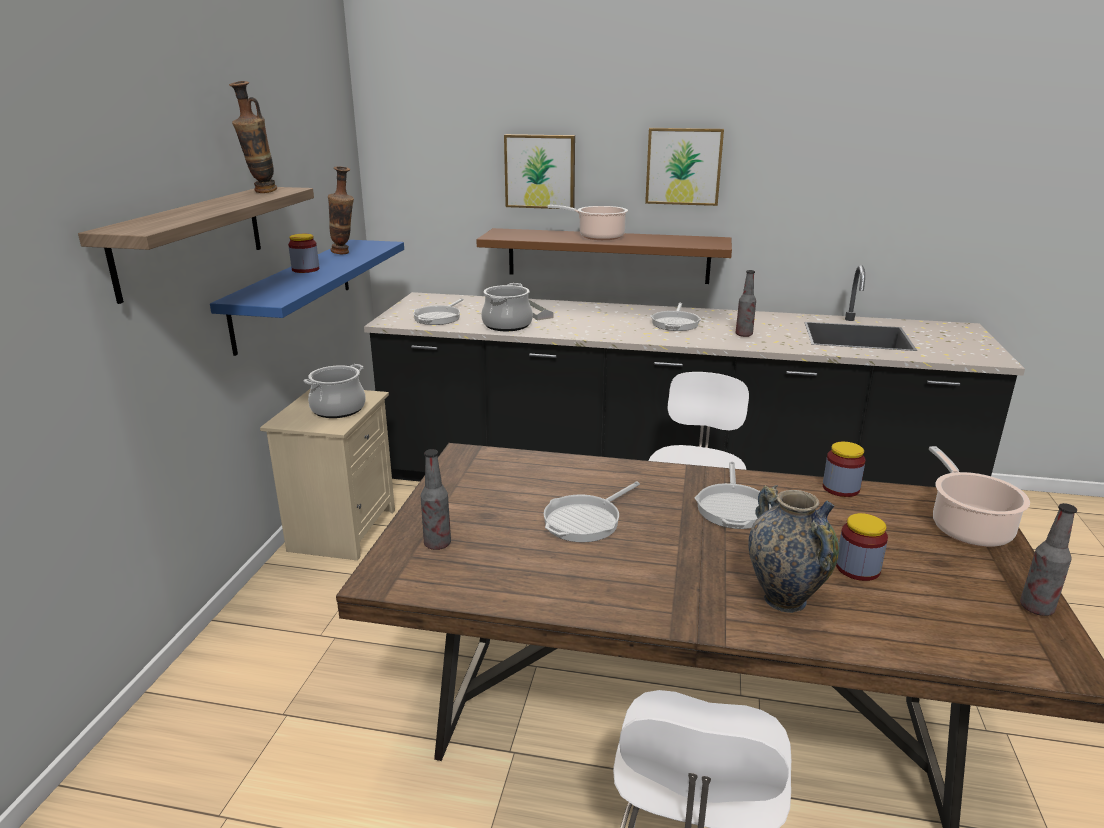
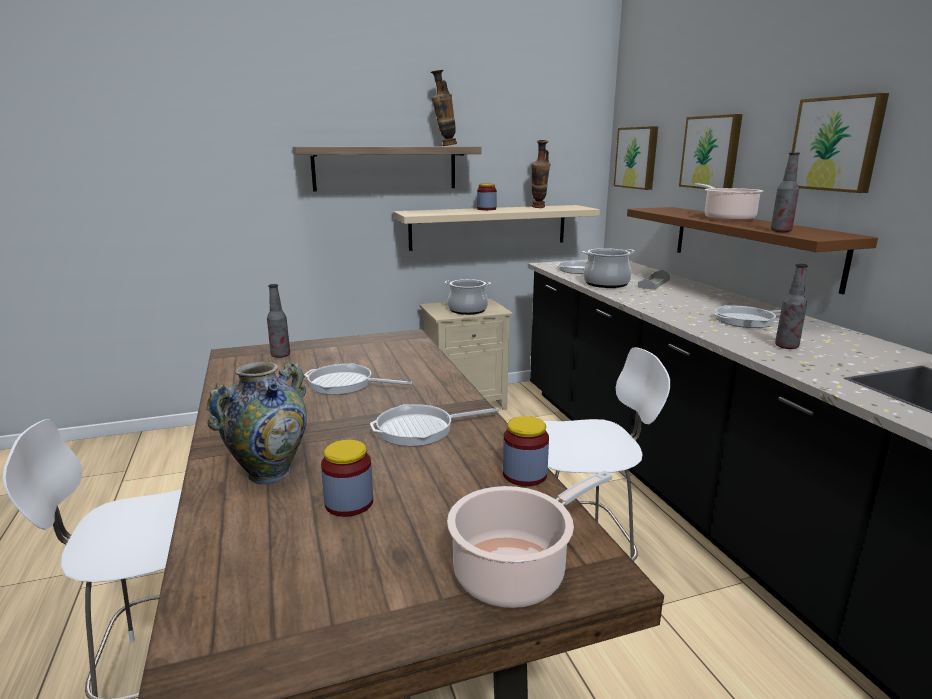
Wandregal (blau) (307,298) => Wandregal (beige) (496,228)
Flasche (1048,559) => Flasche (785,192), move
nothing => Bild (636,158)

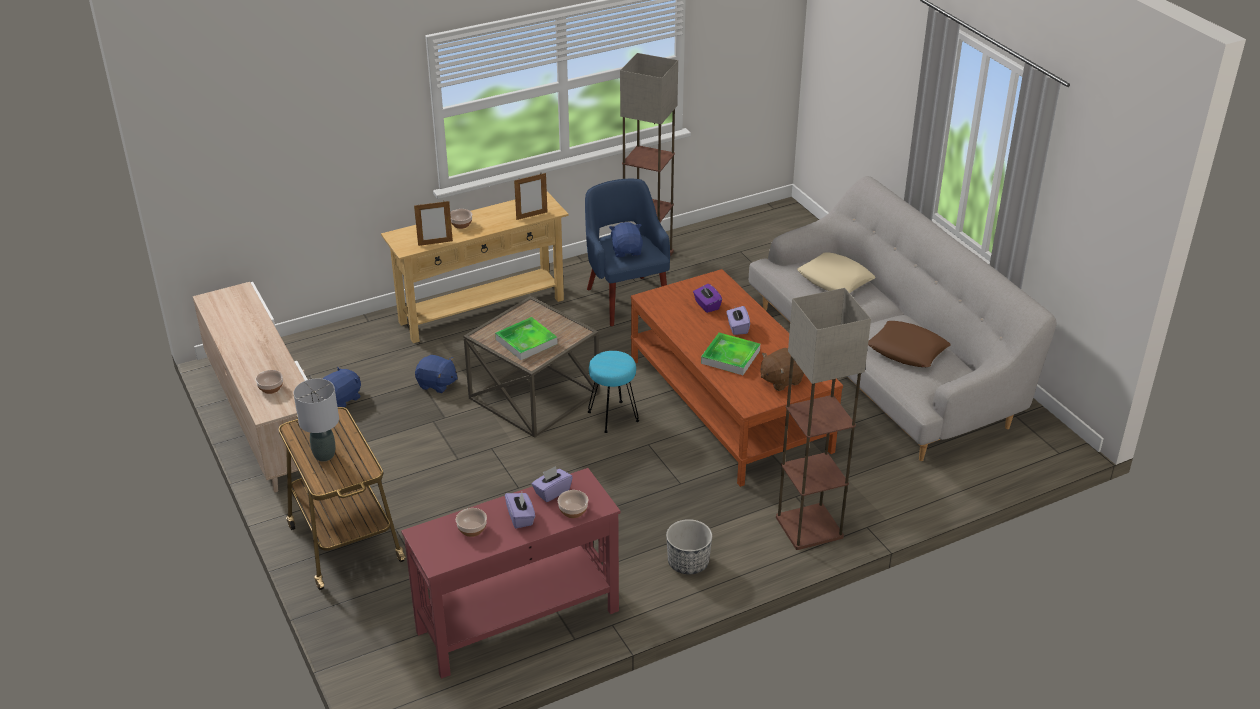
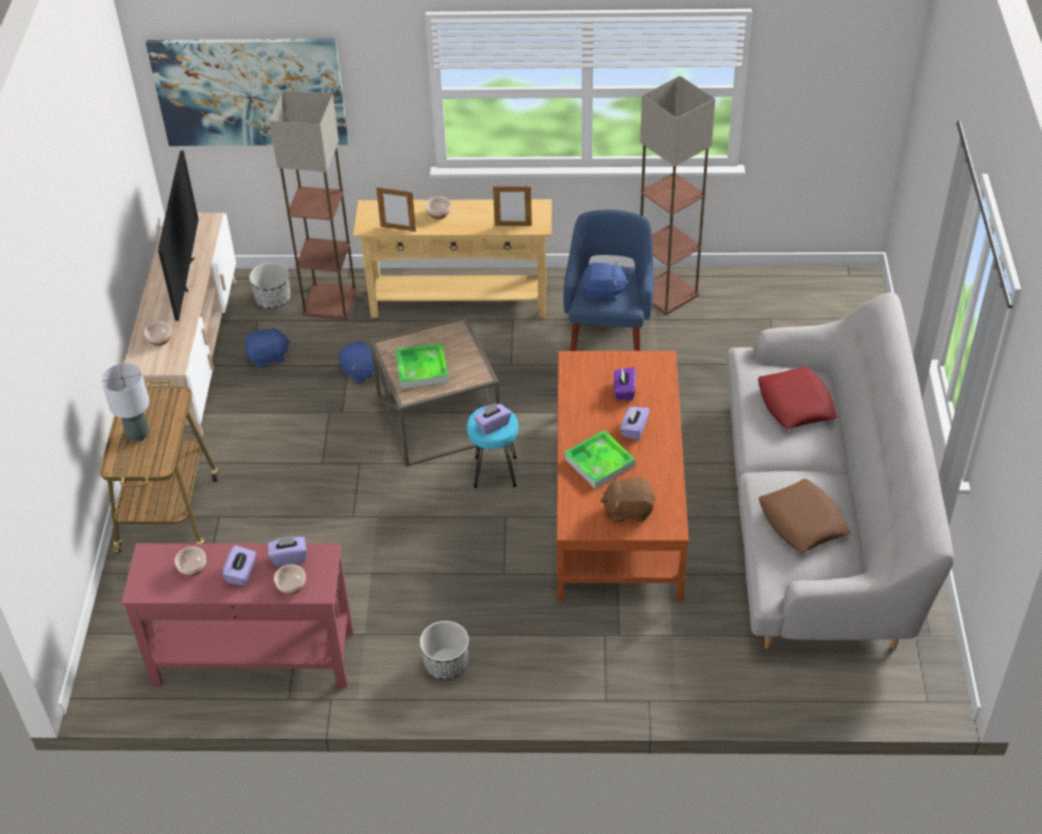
Plüschtier (blau) (626,239) => Plüschtier (blau) (605,281), 75 degrees clockwise
Stehlampe (823,419) => Stehlampe (313,205), move
Kissen (beige) (836,272) => Kissen (rot) (797,398)
nothing => Bild (247,92)
nothing => Fernseher (178,235)
nothing => Pflanzkübel (270,285)
nothing => Taschentuchbox (lila) (492,419)

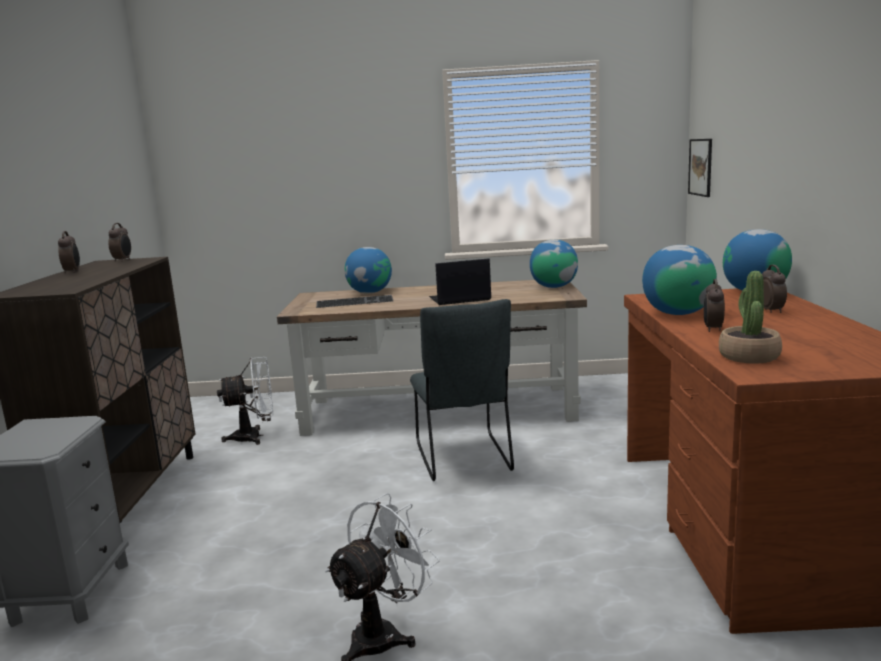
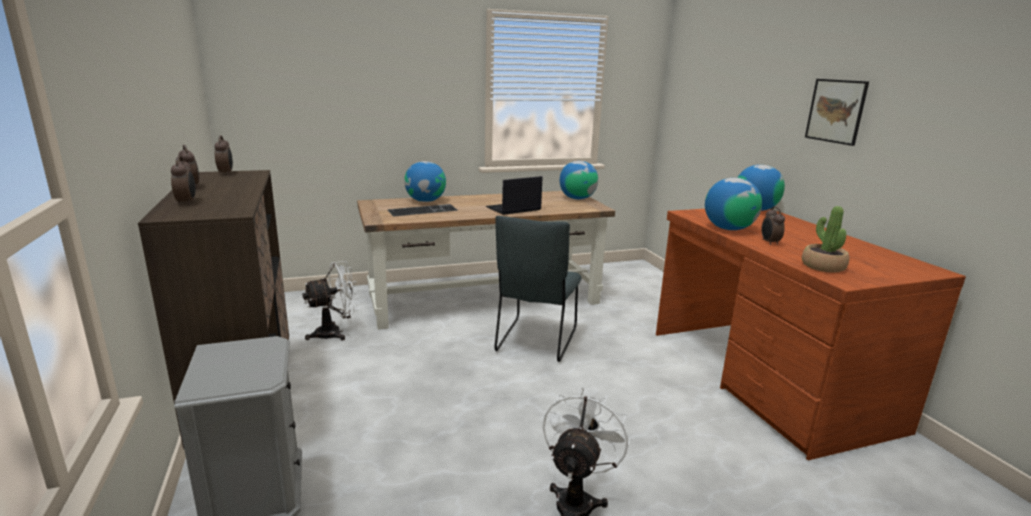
Stuhl (grau) (462,390) => Stuhl (grau) (538,289), 45 degrees clockwise
Bild (700,168) => Bild (837,112), move
Wecker (774,289) => Wecker (183,180), move

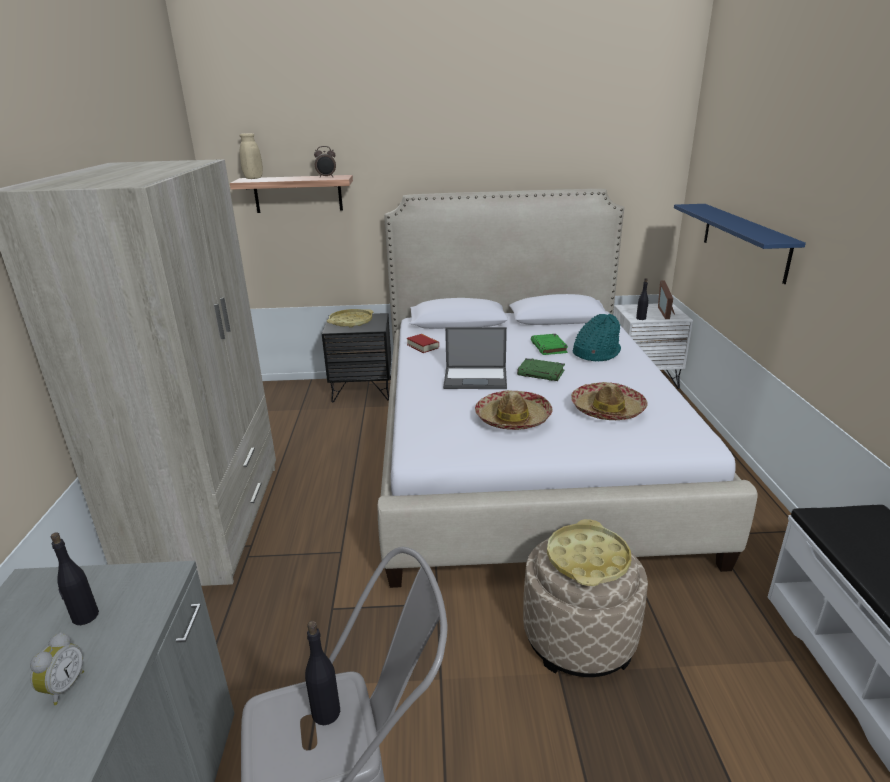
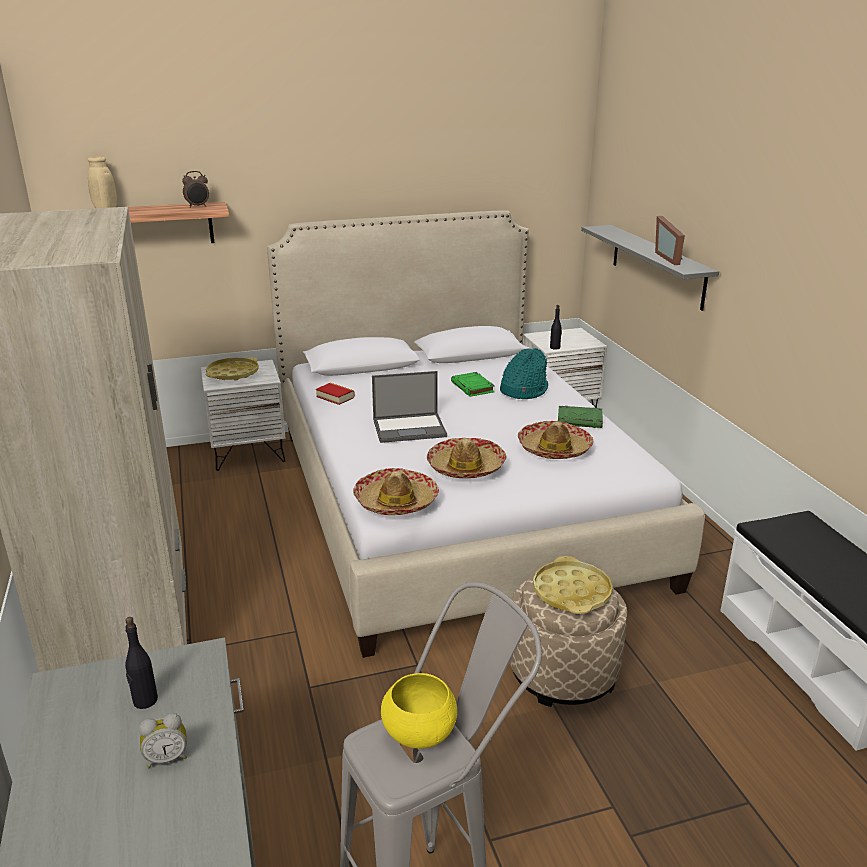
Wecker (57,668) => Wecker (163,740), 75 degrees clockwise
Flasche (schwarz) (322,673) => Schüssel (gelb) (419,711)
Nachttisch (schwarz) (356,358) => Nachttisch (weiß) (242,415)
Buch (grün) (541,369) => Buch (grün) (580,417), move
Bilderrahmen (666,299) => Bilderrahmen (670,240), move
Wandregal (blau) (740,244) => Wandregal (grau) (650,268)
nothing => Hut (396,491)

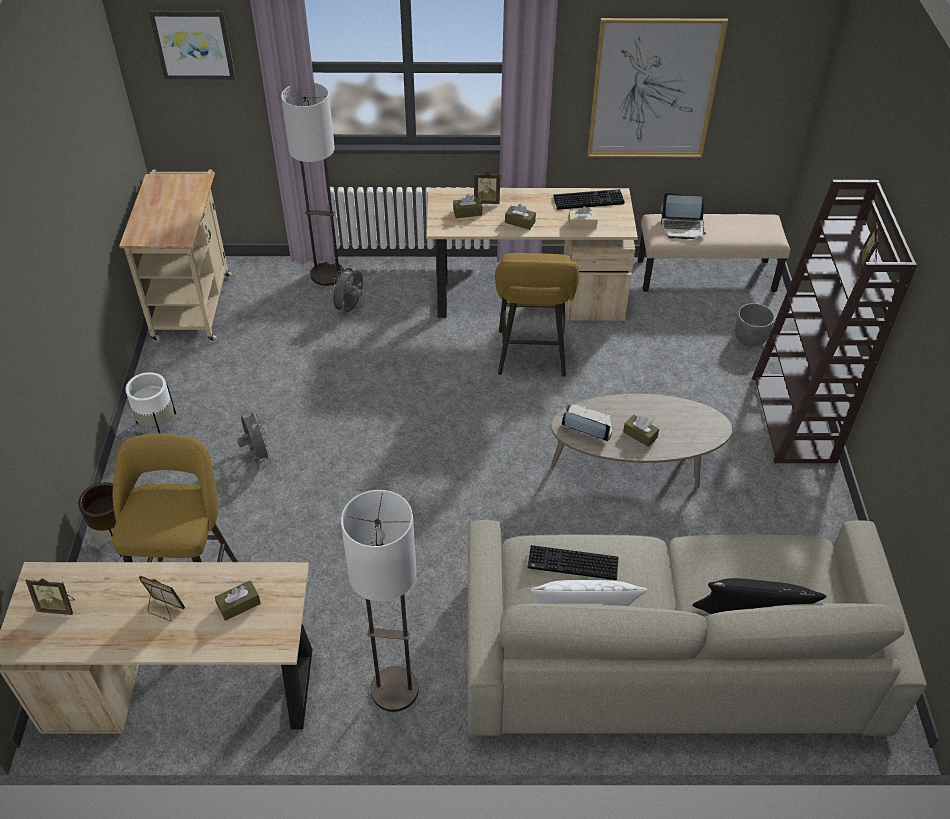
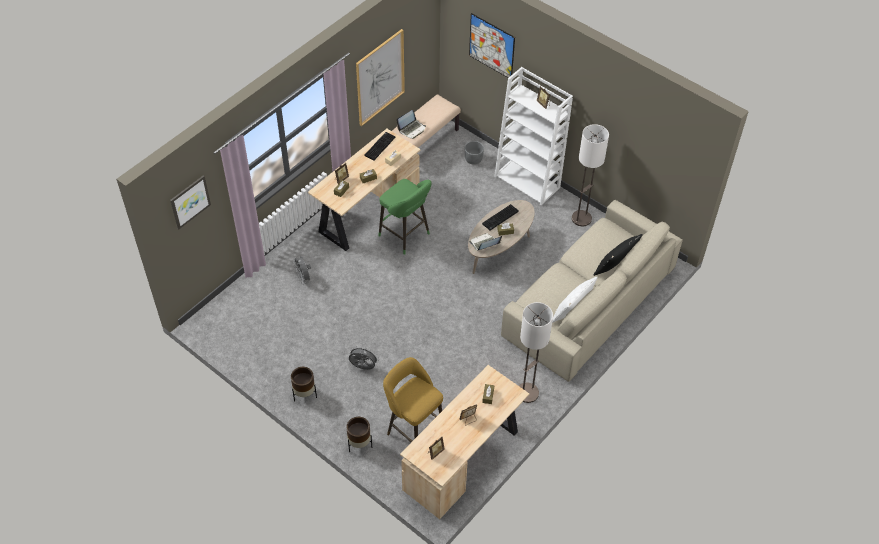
Rollwagen (beige) (175,255) => nothing
Pflanzkübel (weiß) (150,403) => Pflanzkübel (braun) (304,384)
Stehlampe (312,184) => Stehlampe (590,175), move
Hocker (gelb) (537,315) => Hocker (grün) (405,217)
Tastatur (573,562) => Tastatur (500,217), move
Bücherregal (braun) (834,321) => Bücherregal (weiß) (533,136)
nothing => Bild (492,45)

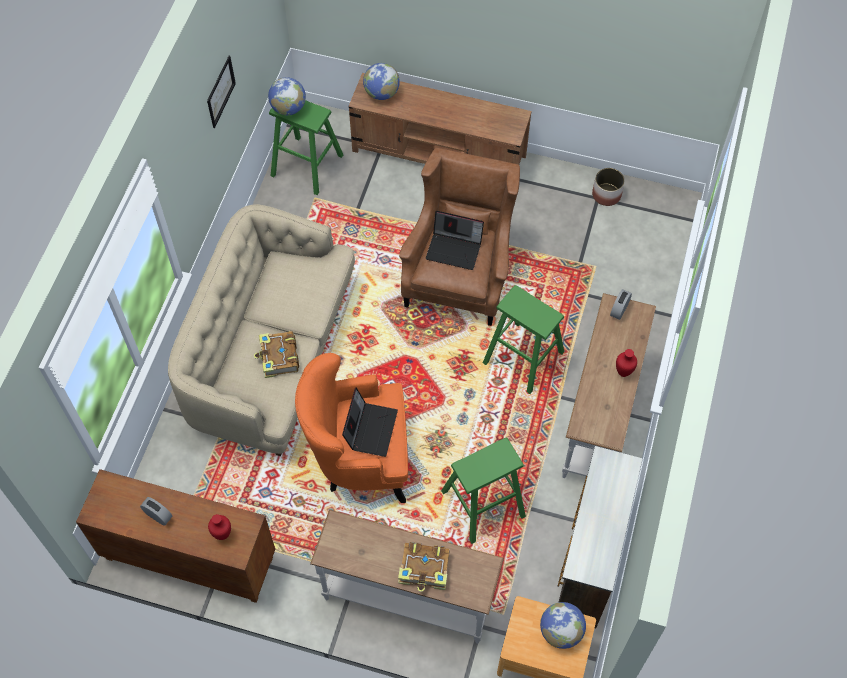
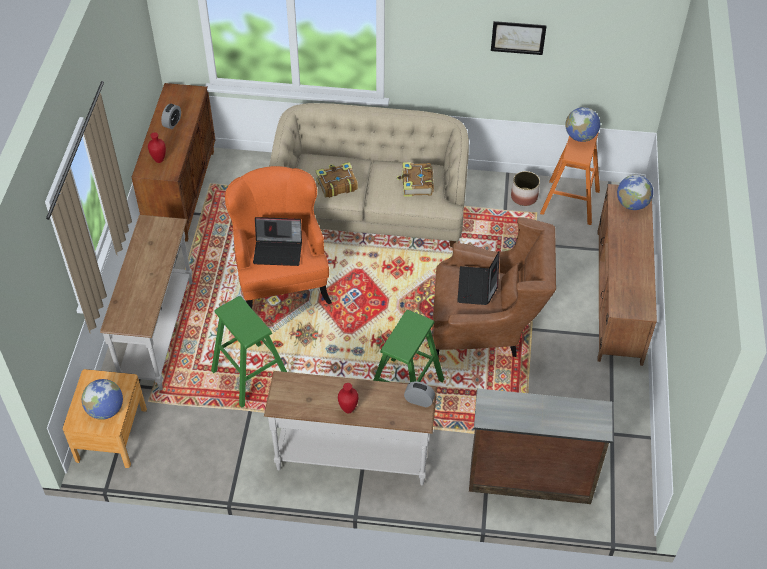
Hocker (grün) (306,147) => Hocker (orange) (570,178)
Buch (424,567) => Buch (415,179), move
Kommode (braun) (600,537) => Kommode (braun) (541,446), move
Pflanzkübel (608,187) => Pflanzkübel (525,188), move

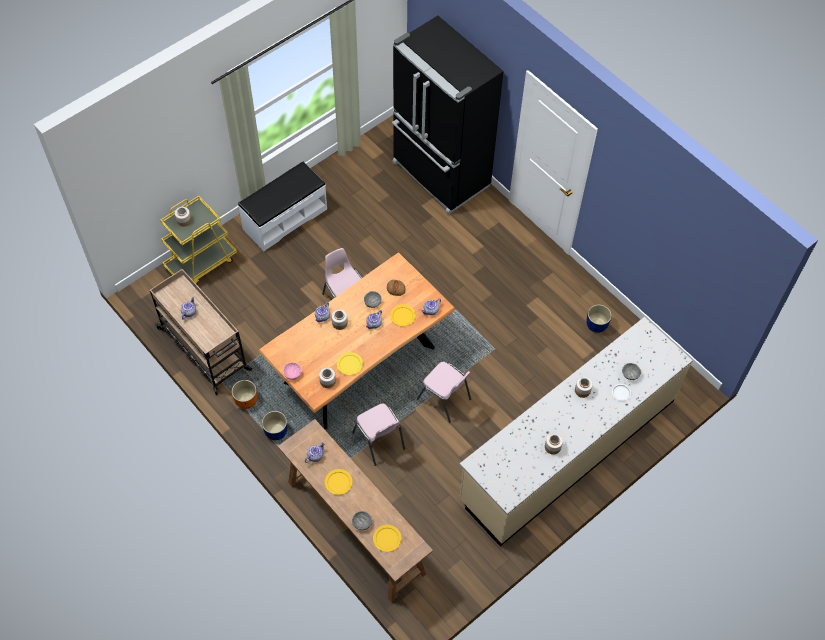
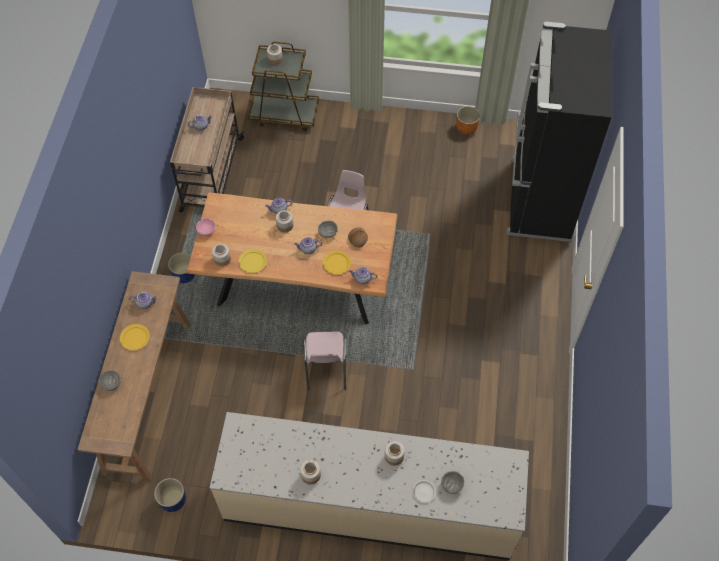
Rollwagen (gelb) (199,240) => Rollwagen (braun) (283,86)
Pflanzkübel (orange) (244,394) => Pflanzkübel (orange) (468,120), move
Bank (weiß) (282,206) => nothing
Stuhl (rosa) (378,434) => nothing
Teller (gelb) (387,538) => nothing
Pflanzkübel (blau) (599,318) => Pflanzkübel (blau) (170,495), move

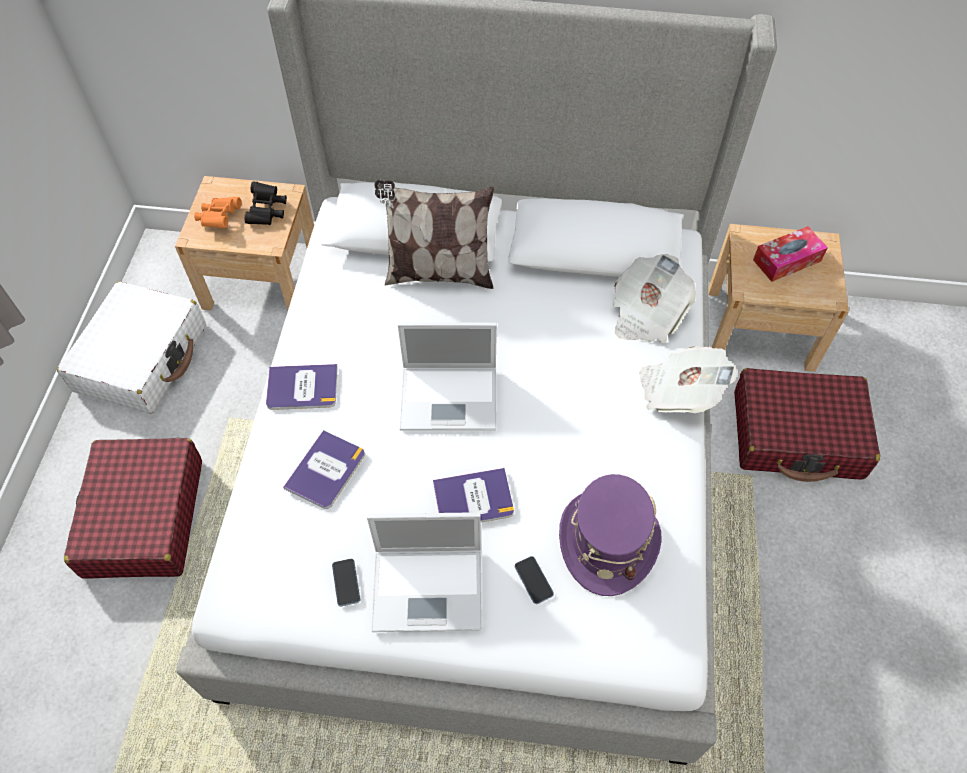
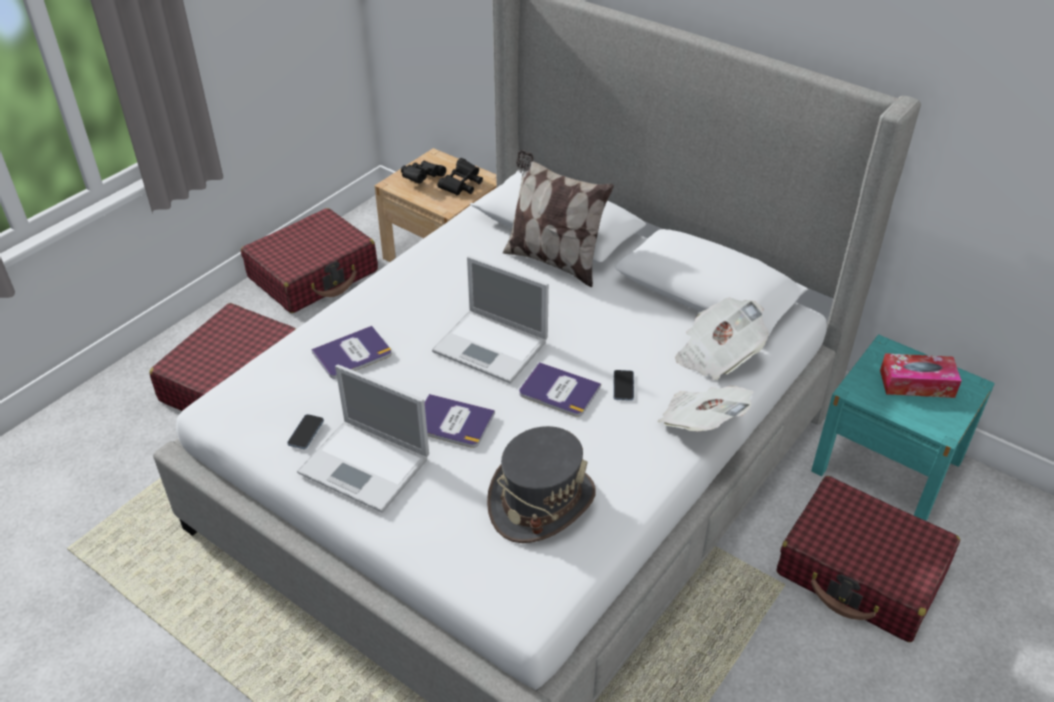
Koffer (weiß) (131,347) => Koffer (rot) (309,260)
Fernglas (orange) (218,212) => Fernglas (schwarz) (423,172)
Buch (302,387) => Buch (560,389), move
Handy (534,580) => Handy (623,385), move
Hut (lila) (610,535) => Hut (grau) (541,484)
Nachttisch (beige) (778,298) => Nachttisch (türkis) (903,427)

